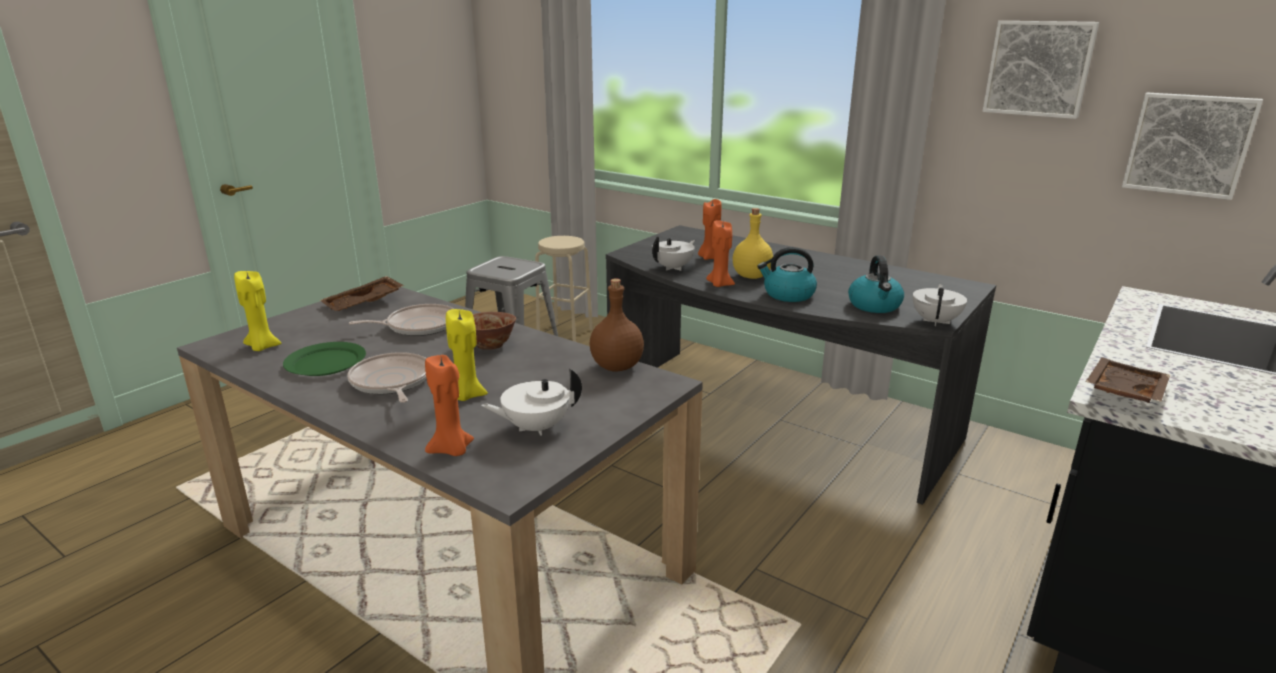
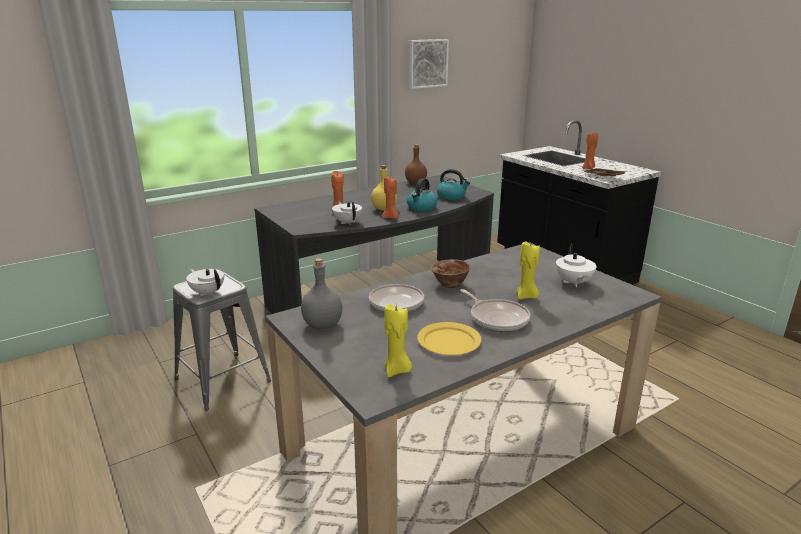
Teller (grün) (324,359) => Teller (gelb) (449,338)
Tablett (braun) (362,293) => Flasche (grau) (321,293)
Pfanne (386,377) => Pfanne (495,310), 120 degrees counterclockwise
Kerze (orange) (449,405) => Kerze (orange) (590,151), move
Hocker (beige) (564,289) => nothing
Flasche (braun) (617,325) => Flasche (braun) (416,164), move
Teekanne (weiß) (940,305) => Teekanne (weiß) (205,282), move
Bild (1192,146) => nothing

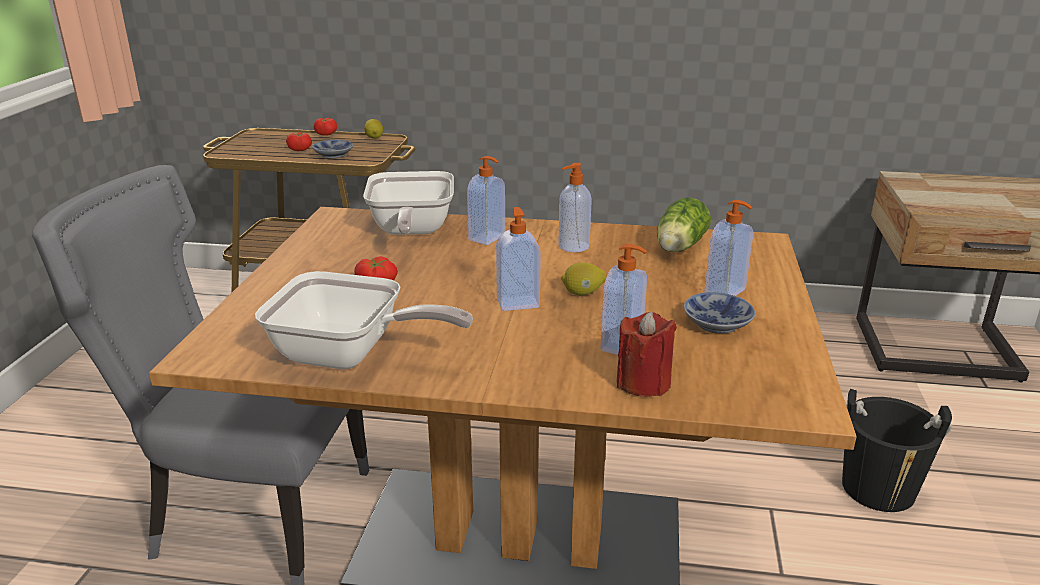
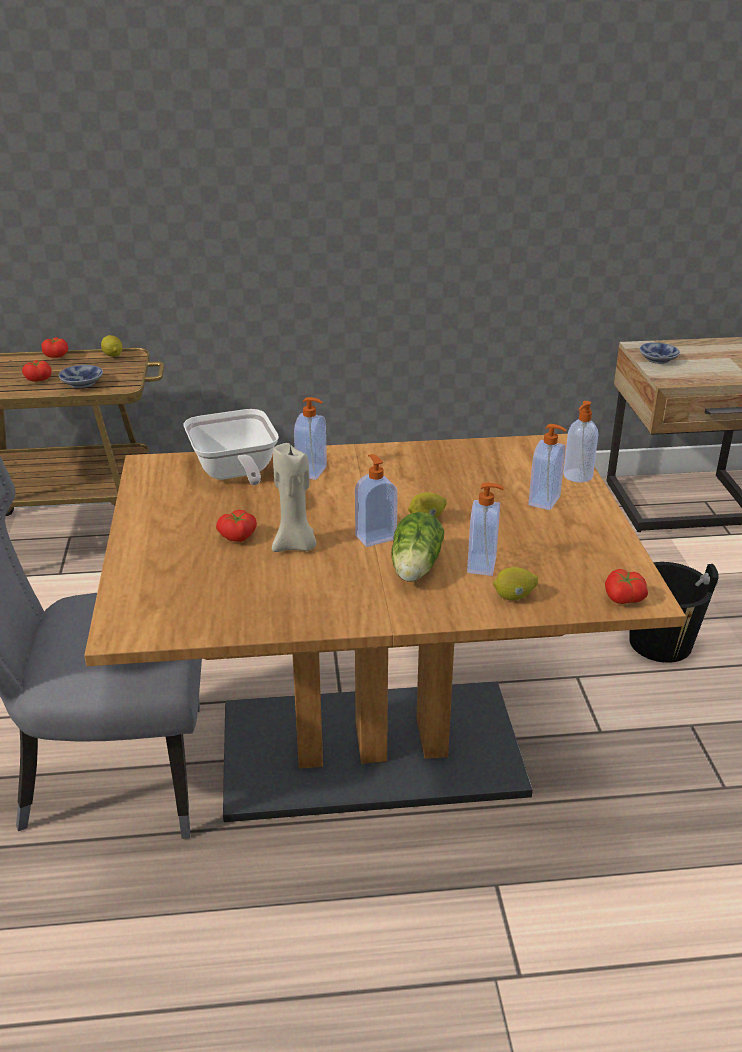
Pfanne (364,320) => nothing
Seifenspender (575,207) => Seifenspender (580,441), move
Kerze (rot) (647,354) => Zitrone (515,583)
Salatkopf (684,224) => Salatkopf (417,547), move
Schüssel (719,313) => Schüssel (659,353), move
nothing => Kerze (beige) (294,497)
nothing => Tomate (626,586)

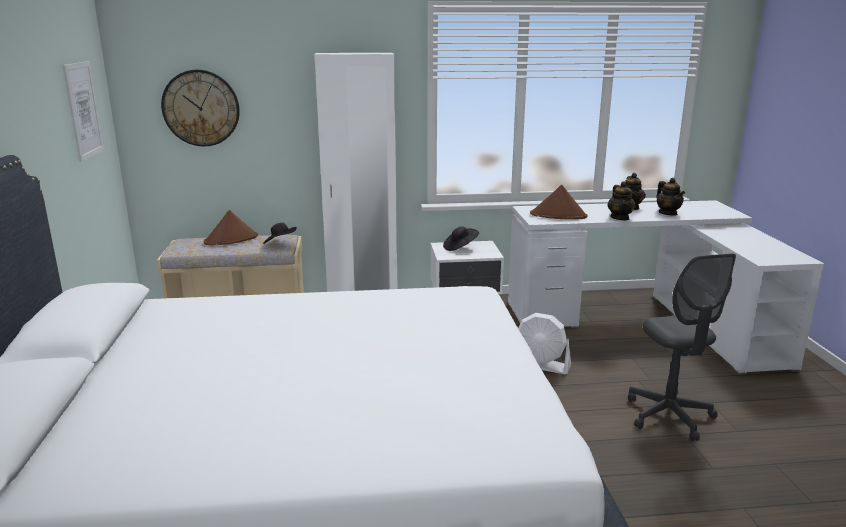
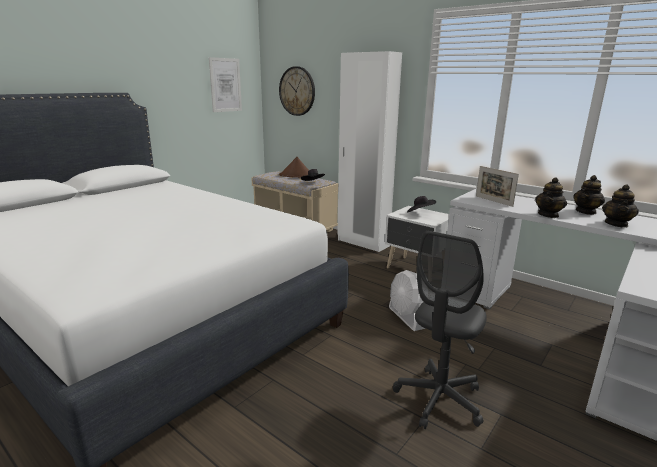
Hut (braun) (559,202) => Bilderrahmen (497,186)

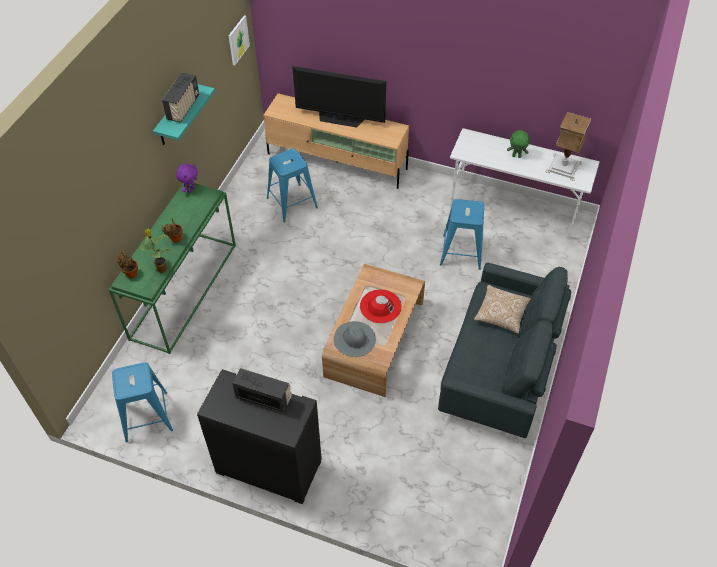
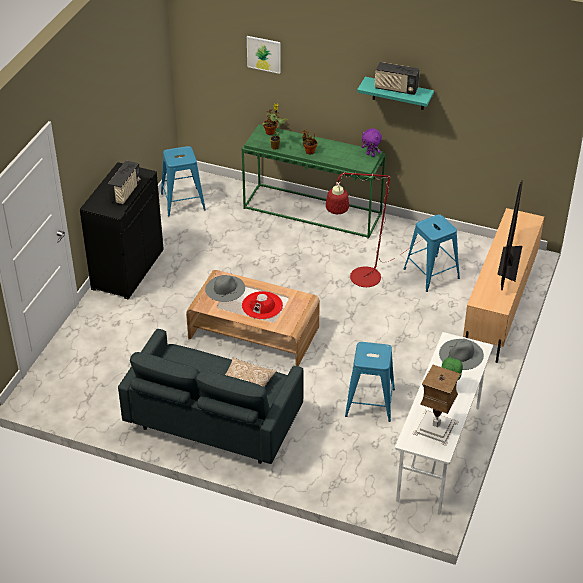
Bild (239,40) => Bild (264,55), move
nothing => Stehlampe (rot) (374,229)
nothing => Hut (grau) (461,354)

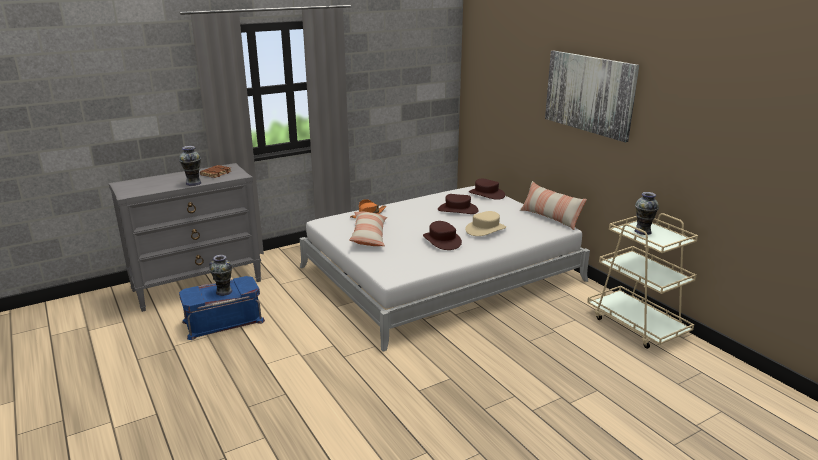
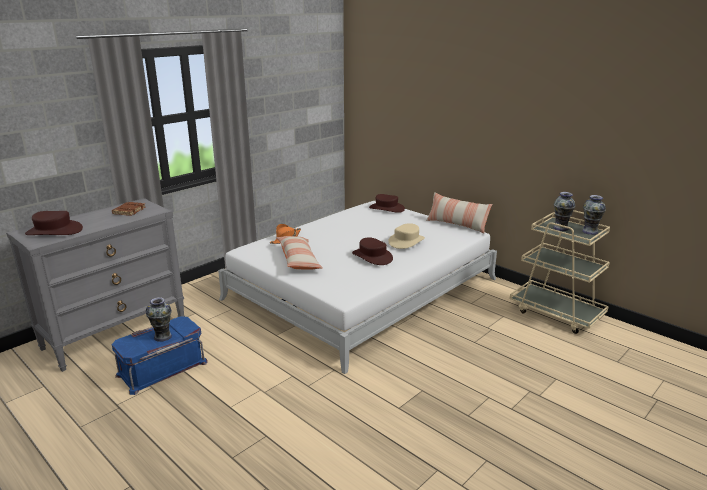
Vase (190,166) => Vase (594,215), move
Hut (braun) (458,204) => Hut (braun) (54,223), move
Bild (592,96) => nothing

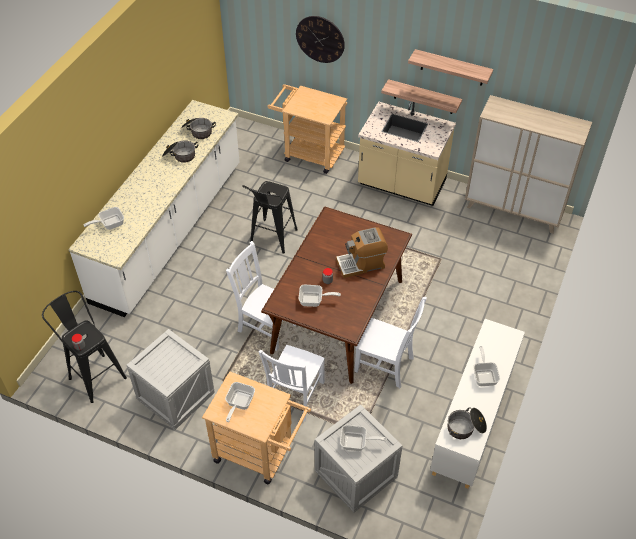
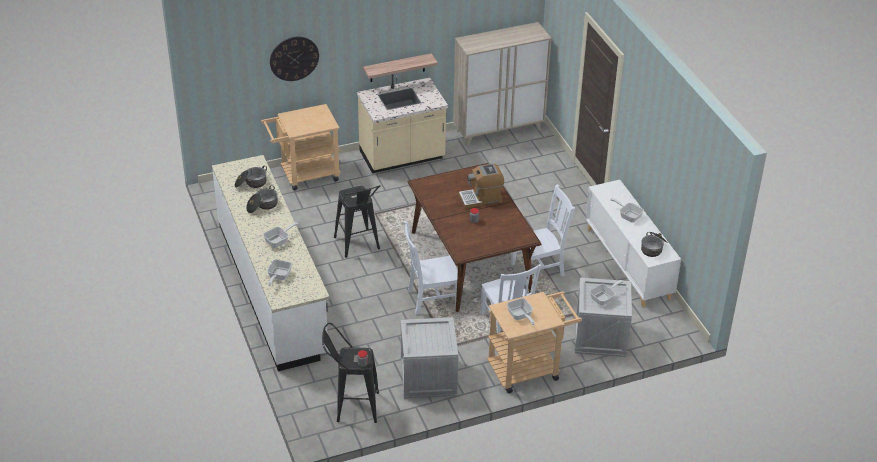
Pfanne (320,296) => Pfanne (280,235), move
Kaffeemaschine (362,252) => Kaffeemaschine (481,185), 45 degrees clockwise
Wandregal (450,67) => nothing

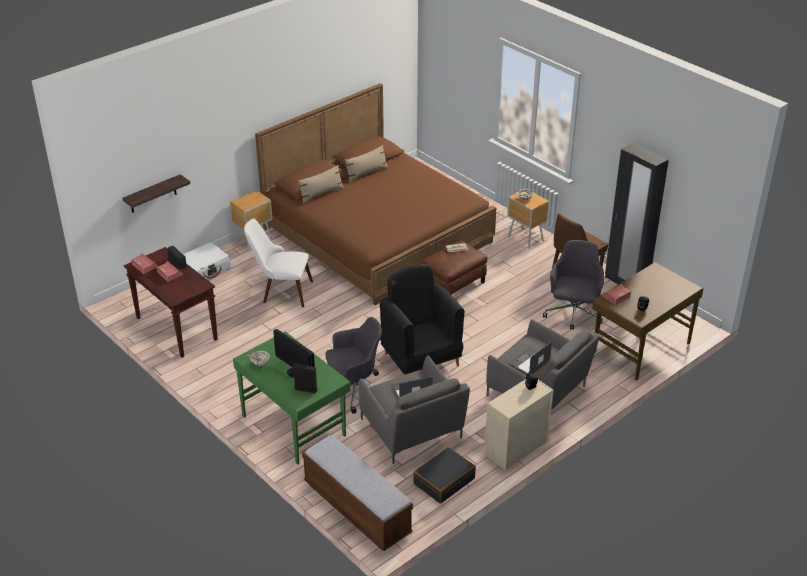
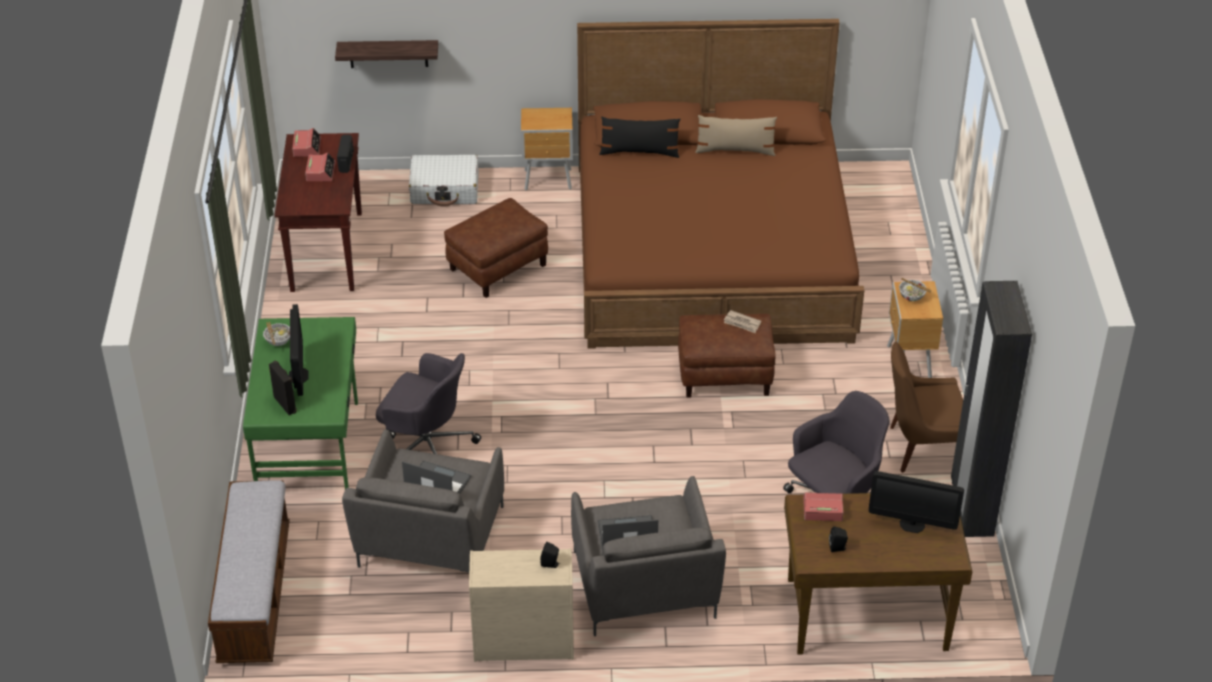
Stuhl (weiß) (278,263) => Polsterhocker (braun) (496,248)
Kissen (beige) (321,184) => Kissen (schwarz) (639,137)
Sessel (schwarz) (422,319) => nothing
Koffer (schwarz) (444,475) => nothing
nothing => Monitor (916,502)

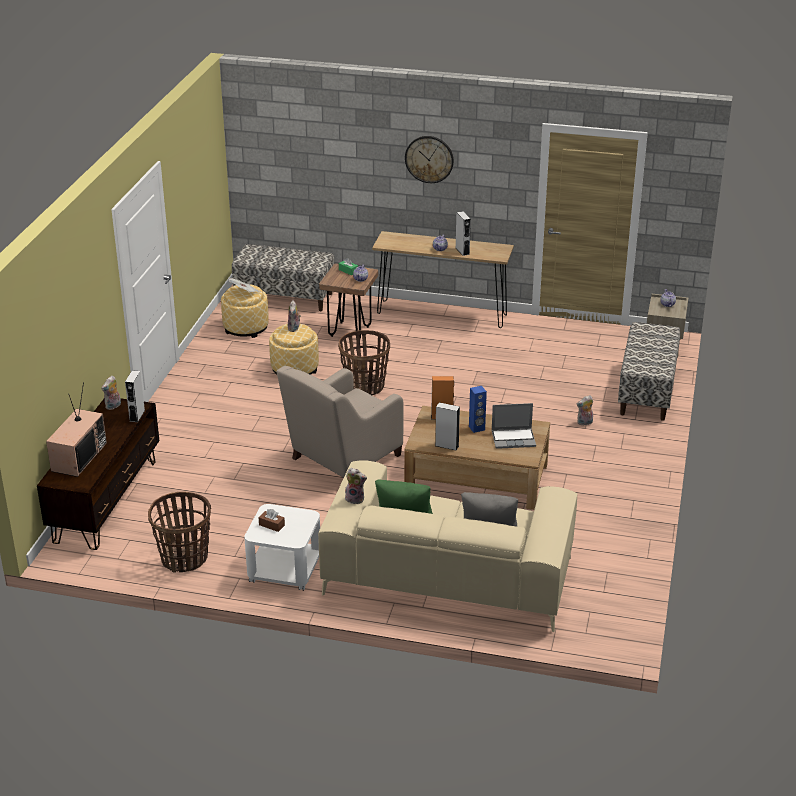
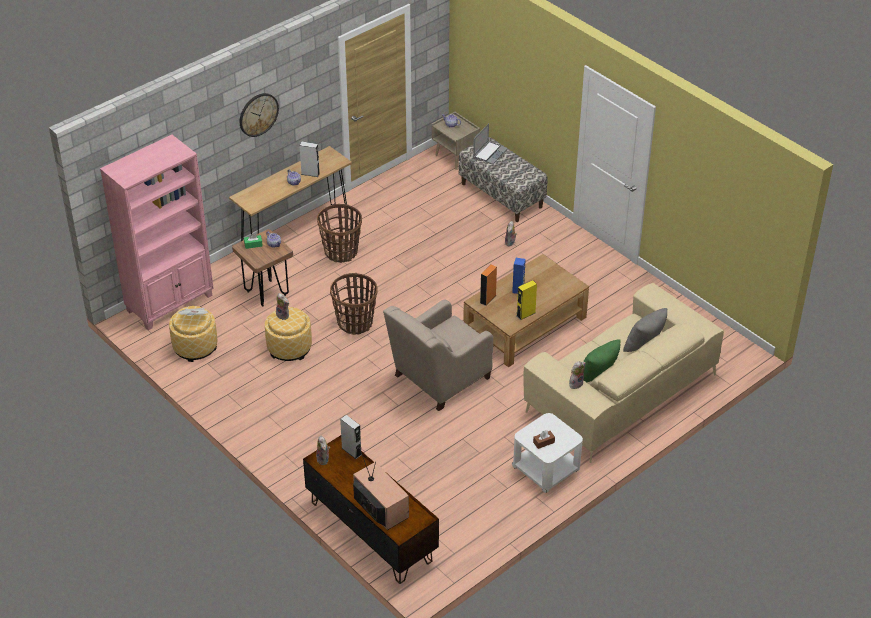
Korb (179,532) => Korb (339,233), move
Bank (283,277) => Bücherregal (rosa) (157,232)
Sessel (beige) (340,422) => Sessel (beige) (438,355), 60 degrees clockwise
Lautsprecher (grau) (447,426) => Lautsprecher (gelb) (527,300)
Laptop (514,426) => Laptop (490,144), move

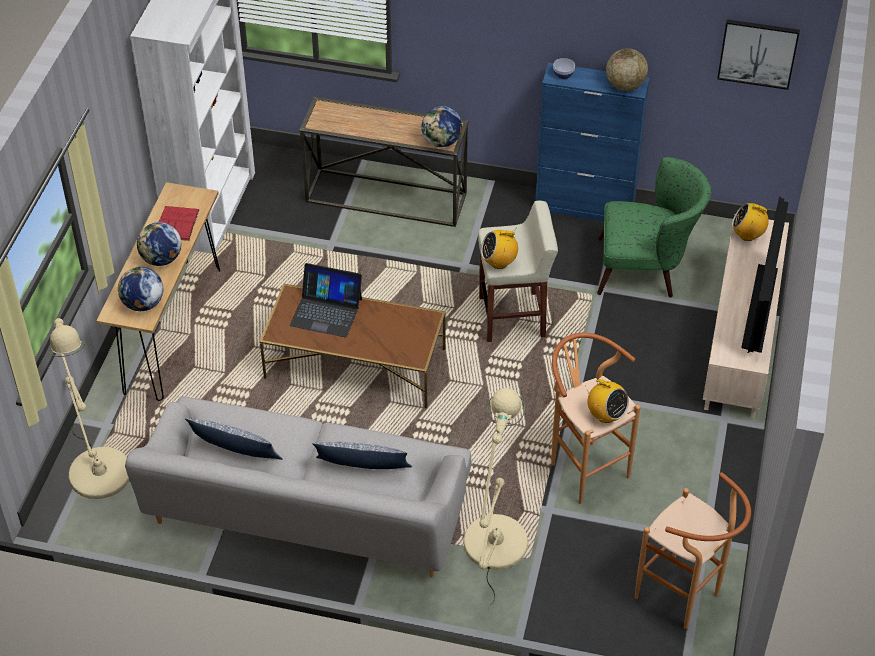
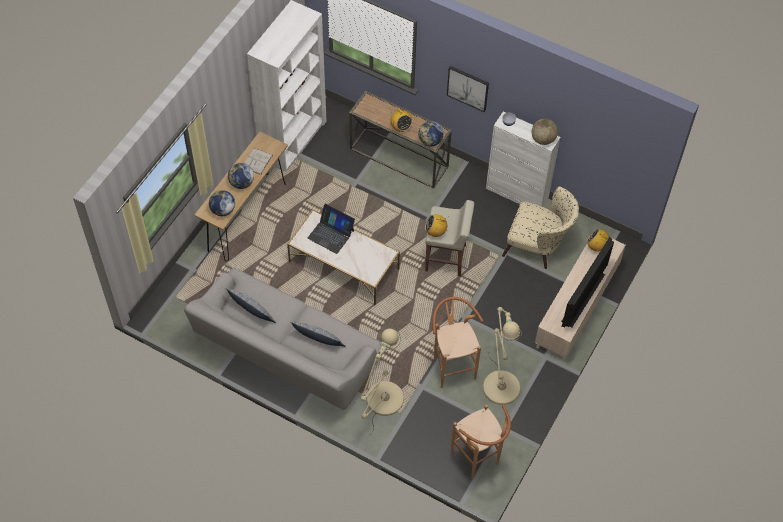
Stehlampe (beige) (88,408) => Stehlampe (beige) (502,356), move
Buch (rot) (179,223) => Buch (weiß) (258,161)
Couchtisch (braun) (352,345) => Couchtisch (weiß) (343,257)
Schrank (blau) (592,142) => Schrank (weiß) (523,159)
Radio (608,401) => Radio (401,120), move
Sessel (grün) (654,227) => Sessel (beige) (540,227)
Bild (758,54) => Bild (468,89), move

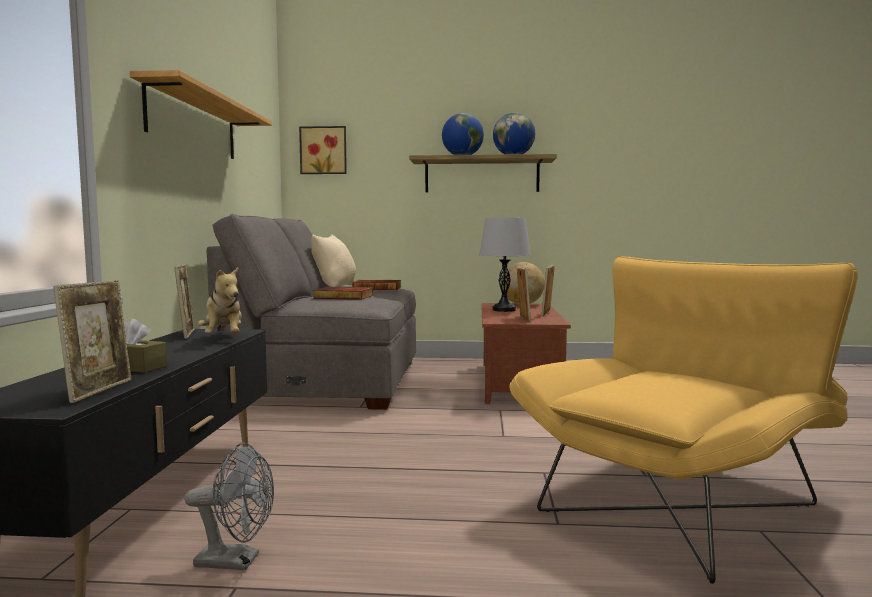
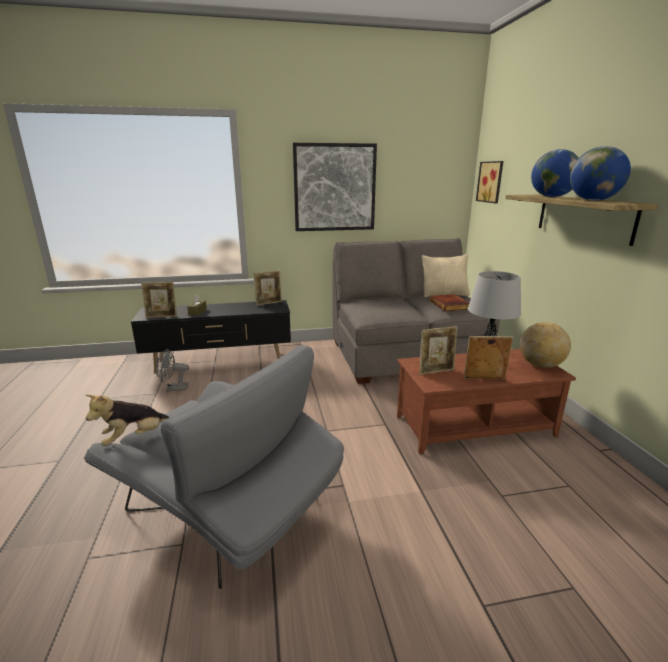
Wandregal (201,114) => Bild (335,187)
Ventilator (grau) (229,506) => Ventilator (grau) (172,370), 90 degrees clockwise
Plüschtier (220,300) => Plüschtier (128,420), move
Buch (343,293) => nothing
Sessel (gelb) (683,420) => Sessel (grau) (214,467)

